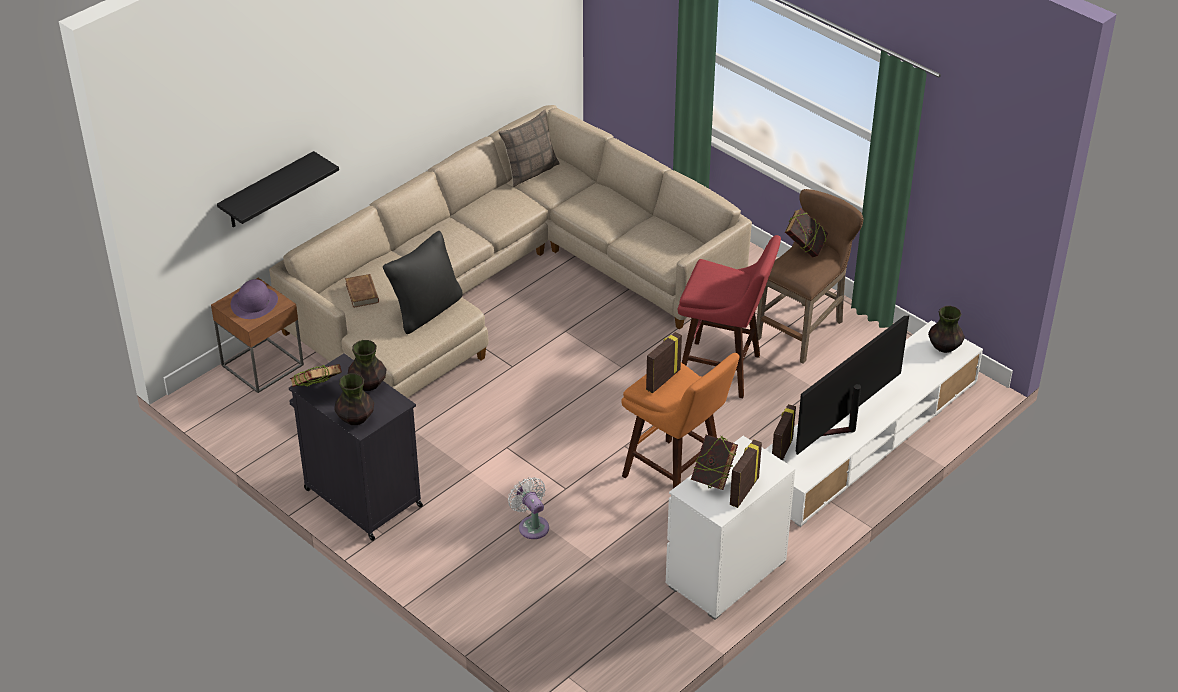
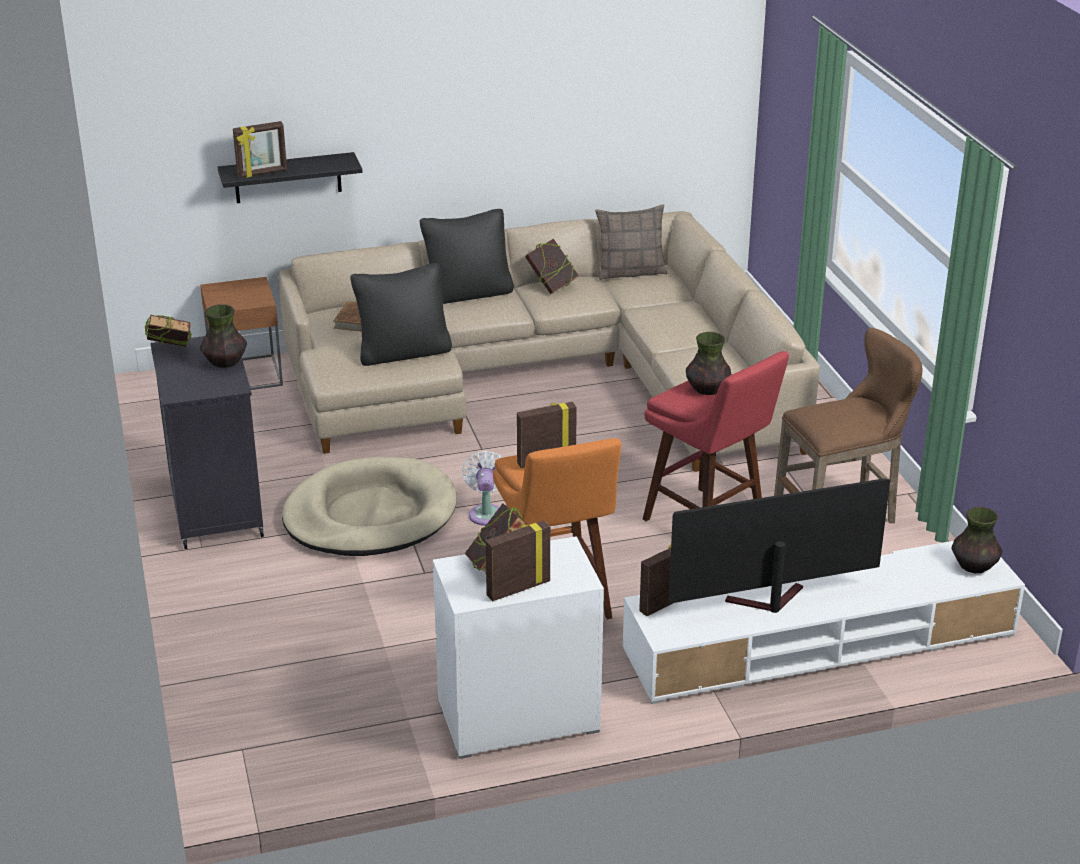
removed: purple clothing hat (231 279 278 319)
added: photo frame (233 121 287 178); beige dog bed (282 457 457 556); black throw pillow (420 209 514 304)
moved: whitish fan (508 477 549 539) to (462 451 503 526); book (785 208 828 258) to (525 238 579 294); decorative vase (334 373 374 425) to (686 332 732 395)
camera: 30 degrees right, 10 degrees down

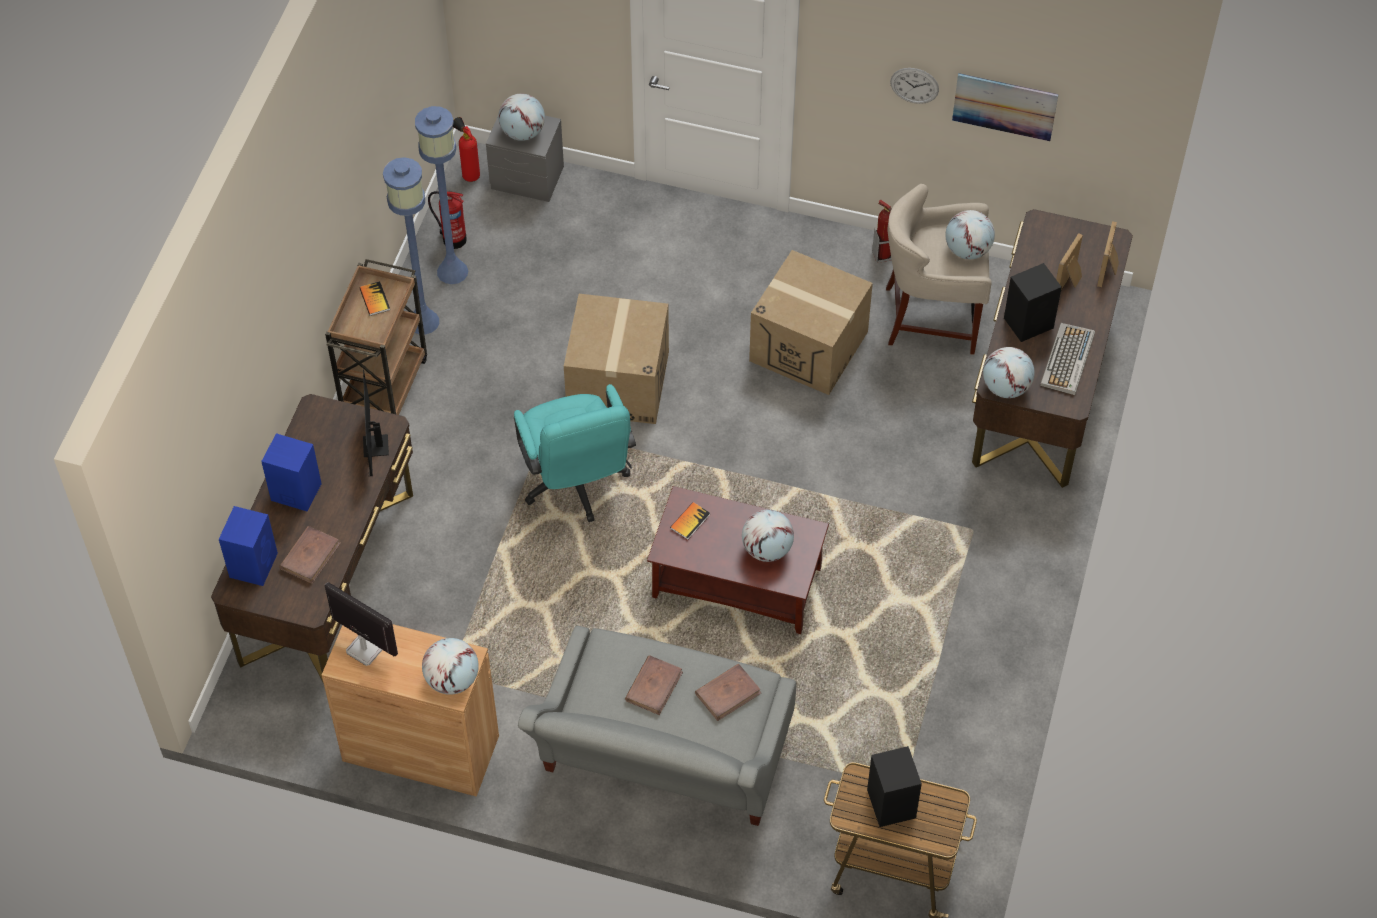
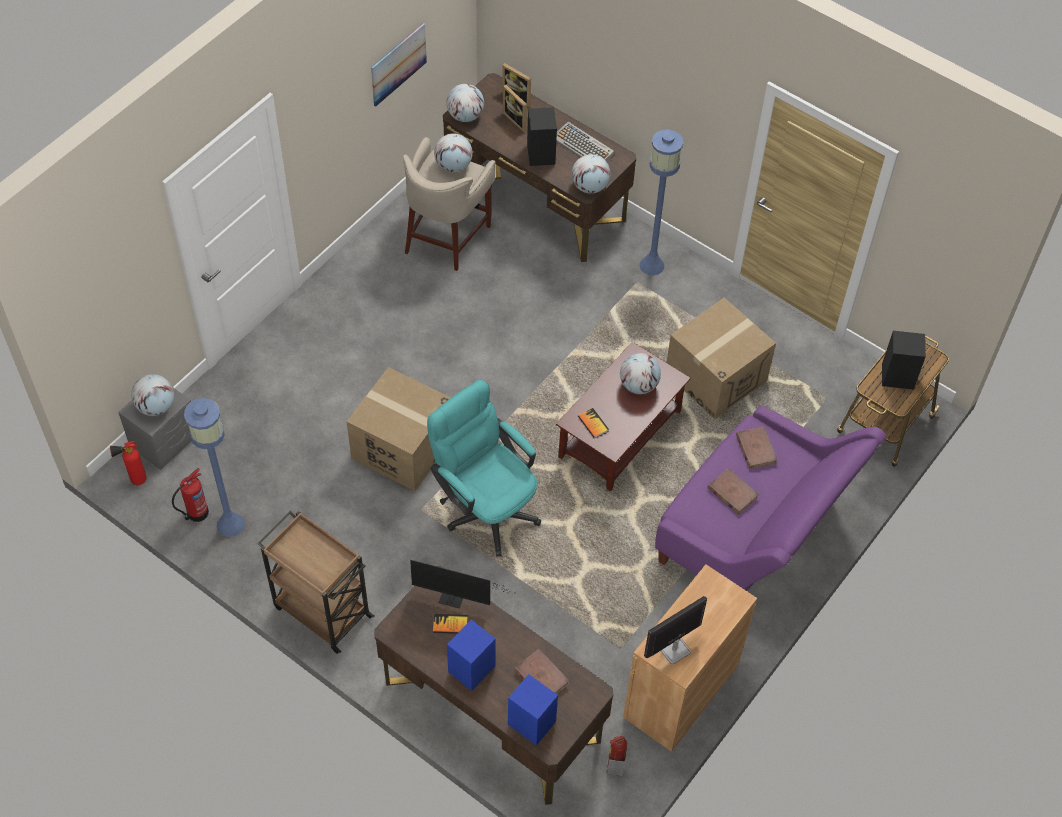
removed: clock on the wall (890 68 939 104)
moved: book (359 281 390 316) to (433 614 468 634); globe (422 638 479 695) to (446 84 484 122); extinguisher (872 199 892 263) to (606 735 627 776); bluish standard lamp (383 157 439 335) to (639 130 683 275); carton (749 250 873 395) to (666 298 776 419)
recoloured: gray couch (518 626 796 826) to purple couch (655 406 887 591)
turned: blue-green desk chair (514 384 636 522) = (427 380 541 557) 135 degrees counterclockwise
camera: 70 degrees left, 0 degrees up

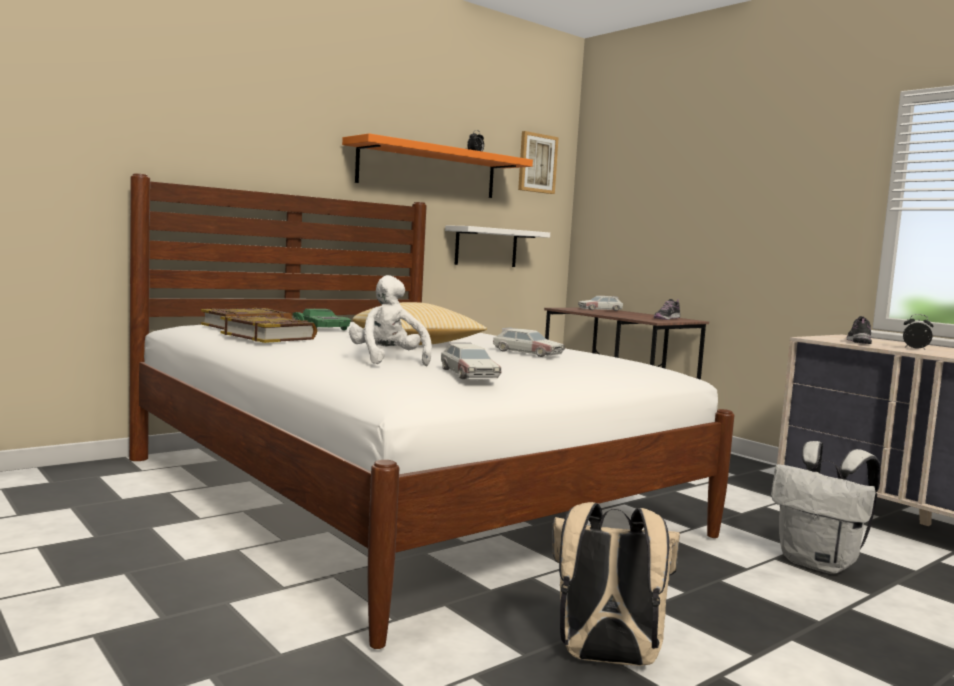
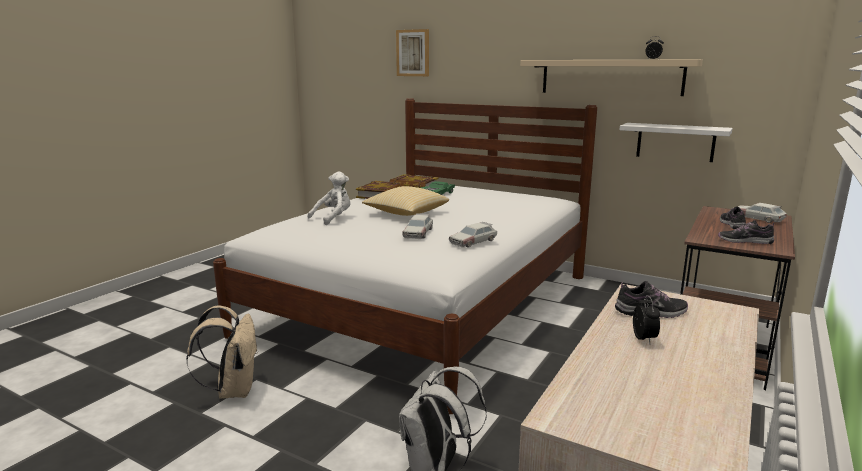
added: low shoe (720 207 746 229)
moved: picture (518 131 559 194) to (396 29 429 76); toy car (441 342 502 379) to (449 222 497 248)
recoloured: orange-coloured bracket shelf (342 133 533 198) to beige bracket shelf (520 60 703 96)
camera: 70 degrees right, 10 degrees up

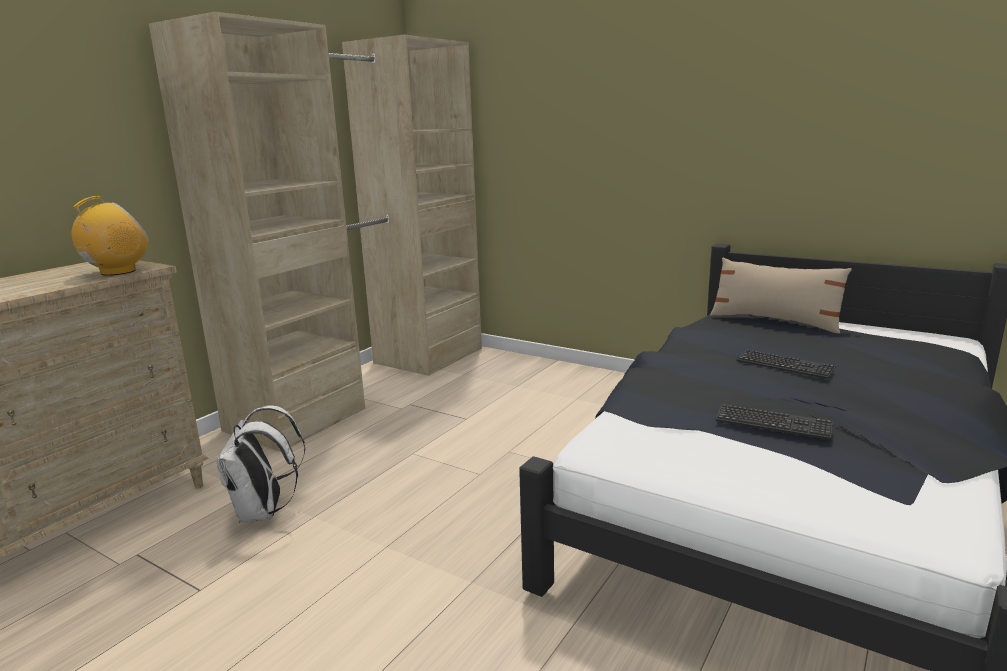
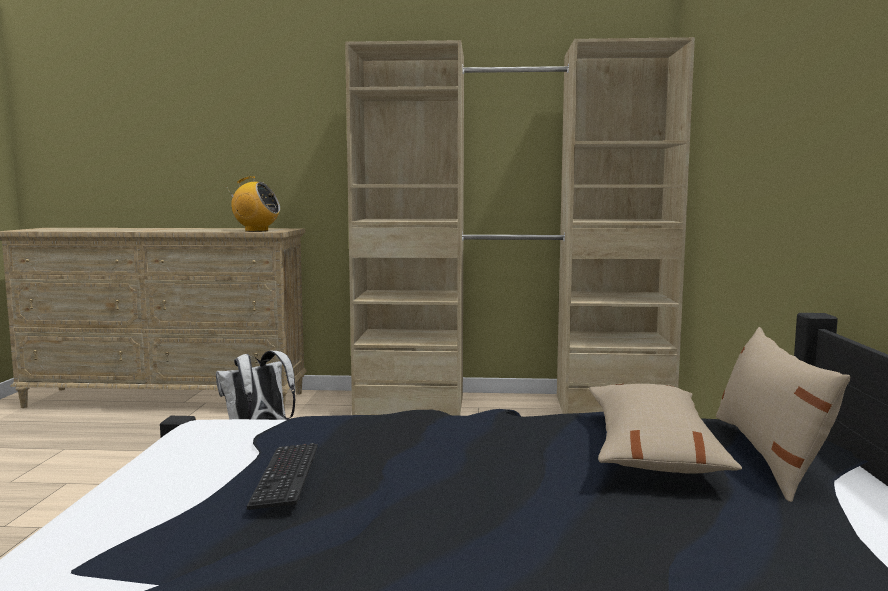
removed: keyboard (736 349 836 379)
added: beige throw pillow (589 384 742 474)
camera: 60 degrees right, 10 degrees down

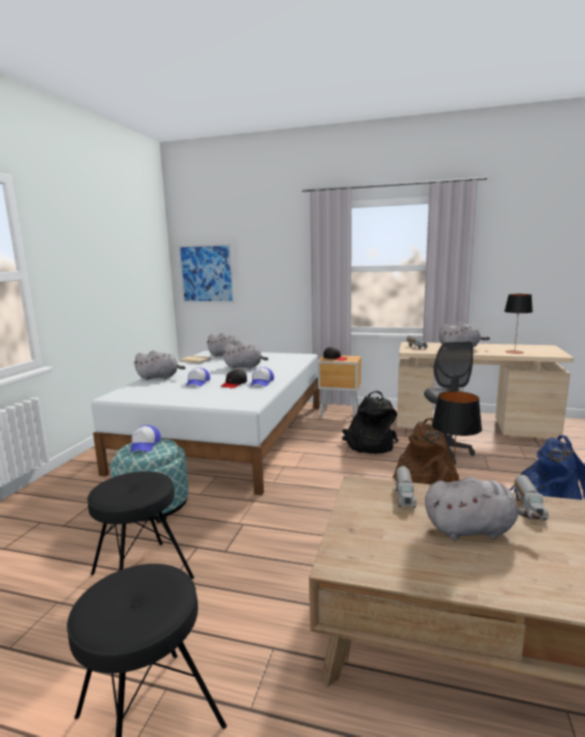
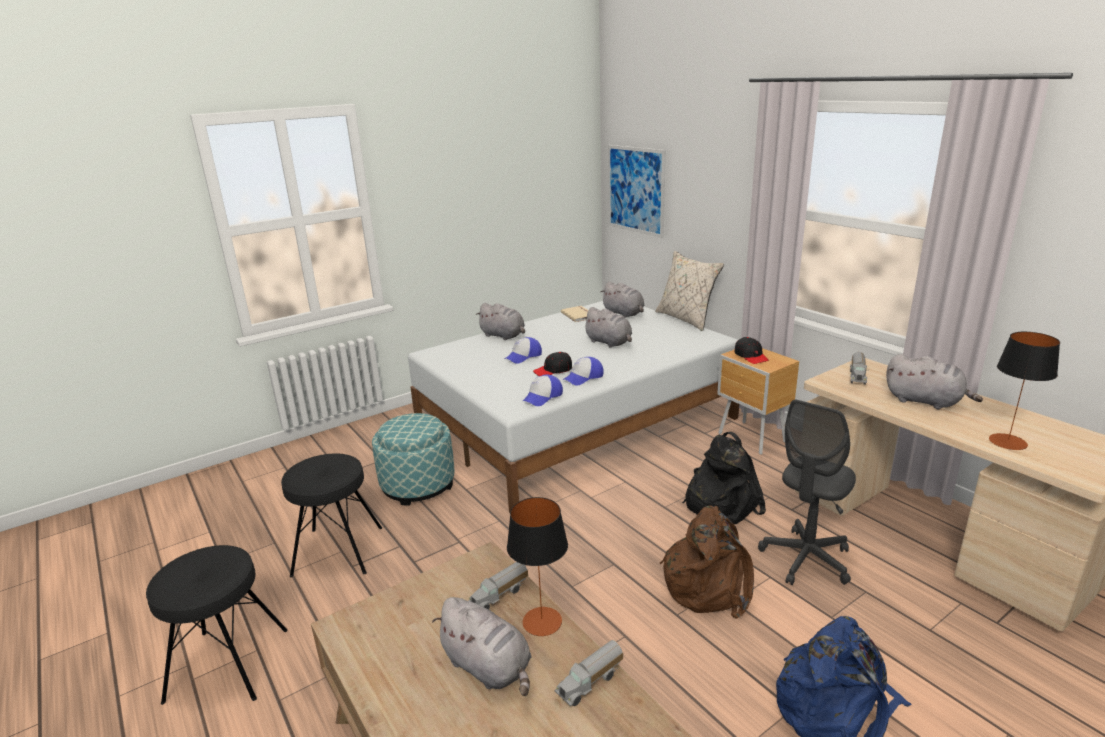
added: beige throw pillow (655 251 724 331)
moved: cap (130 425 161 453) to (523 374 563 406)
camera: 40 degrees right, 10 degrees up

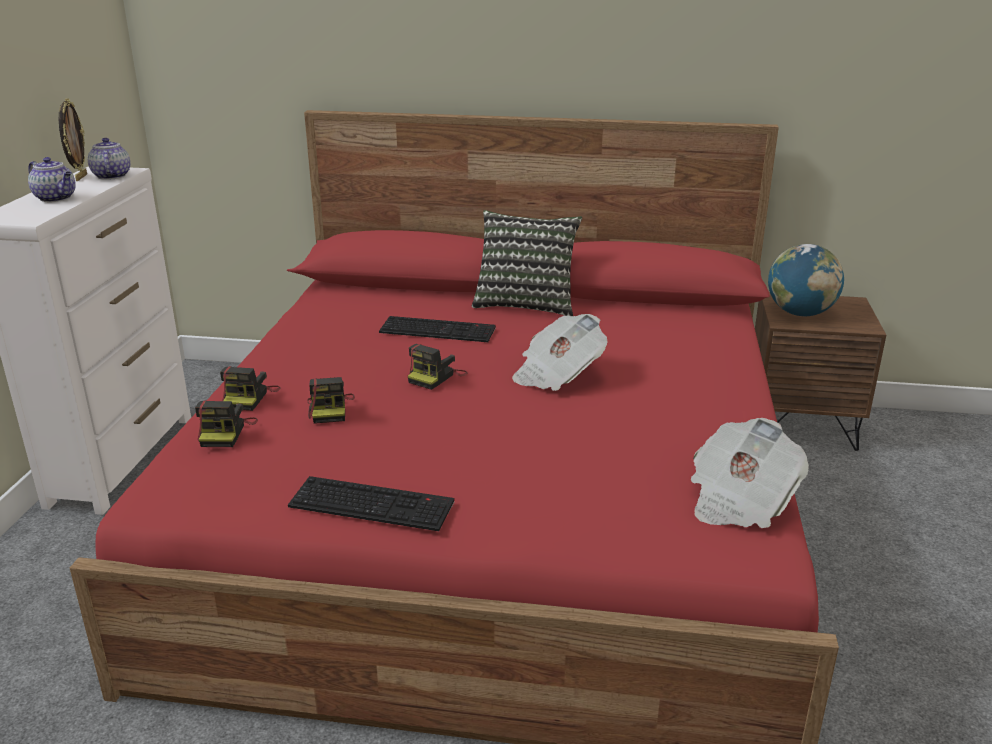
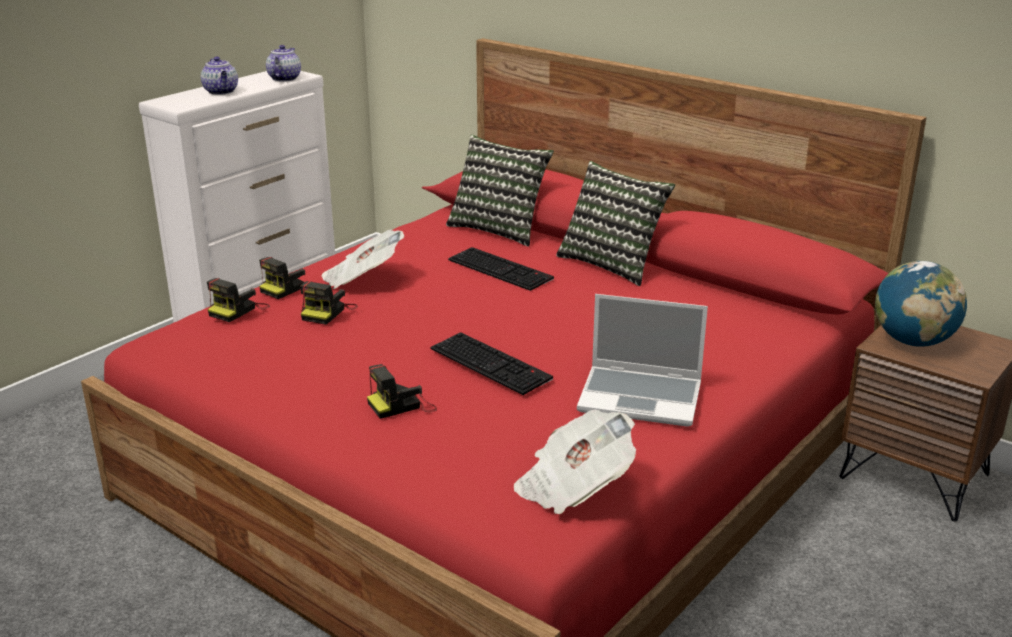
removed: photo frame (59 98 87 181)
added: throw pillow (446 135 554 247); laptop (577 294 708 427)
moved: newspaper (512 314 607 391) to (321 229 404 289); still camera (408 344 467 390) to (367 364 437 419); keyboard (288 476 455 531) to (431 332 553 395)
camera: 30 degrees right, 0 degrees up

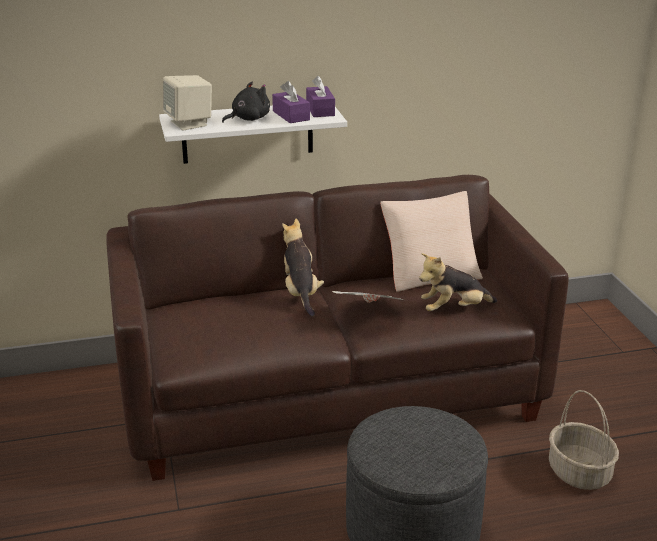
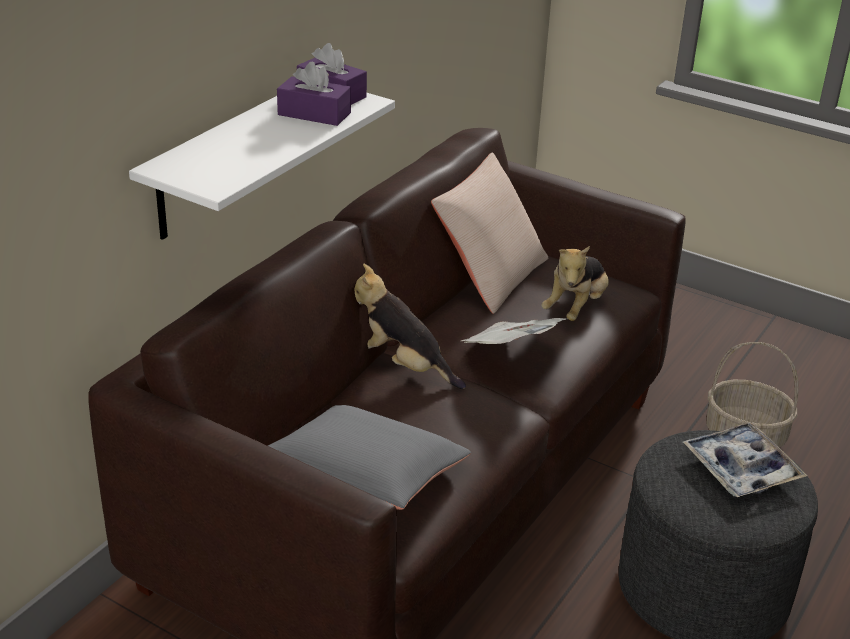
removed: beige loudspeaker (163 75 212 131); black soft toy (222 82 270 123)
added: gray throw pillow (268 405 471 510); tray (683 423 807 497)
camera: 45 degrees left, 5 degrees up

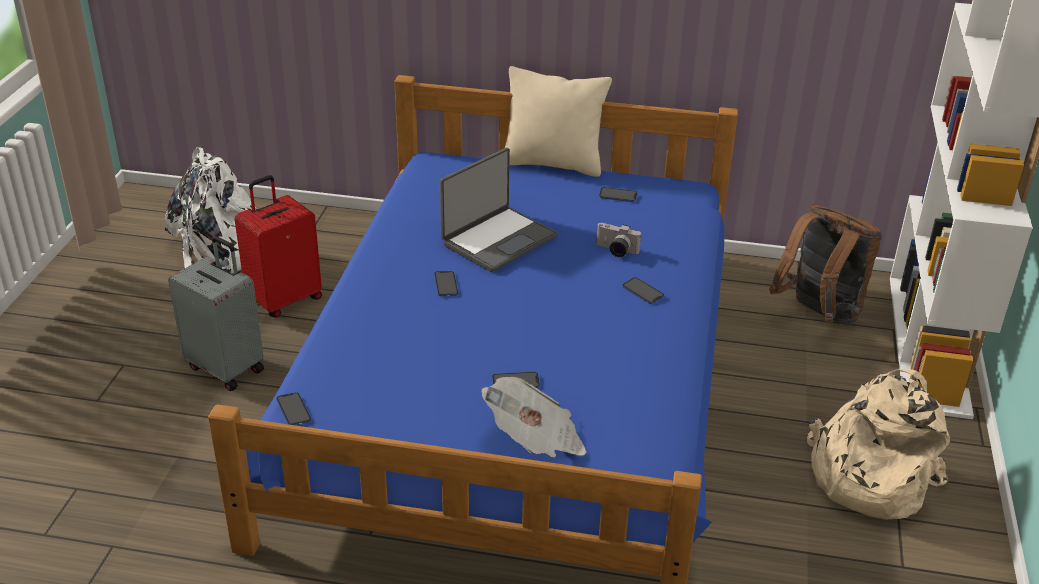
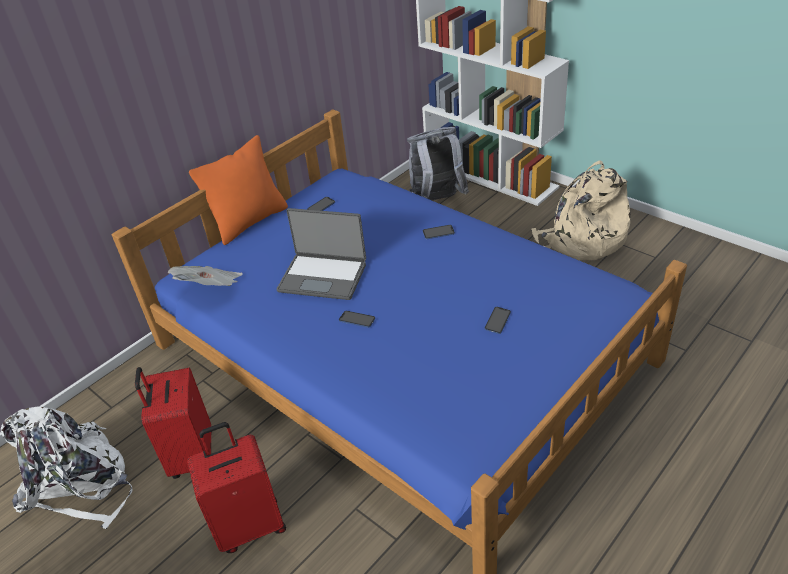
removed: telephone (276 392 311 425); still camera (596 223 641 257)
moved: newspaper (482 377 587 458) to (168 266 243 286)
recoloured: gray suitcase (168 236 264 391) to reddish suitcase (187 422 286 553); beige throw pillow (505 66 612 177) to orange-coloured throw pillow (189 135 288 245); brown backpack (769 204 882 325) to gray backpack (407 127 469 200)
turned: laptop (440 148 557 272) = (277 208 366 300) 120 degrees clockwise
camera: 55 degrees left, 5 degrees up

